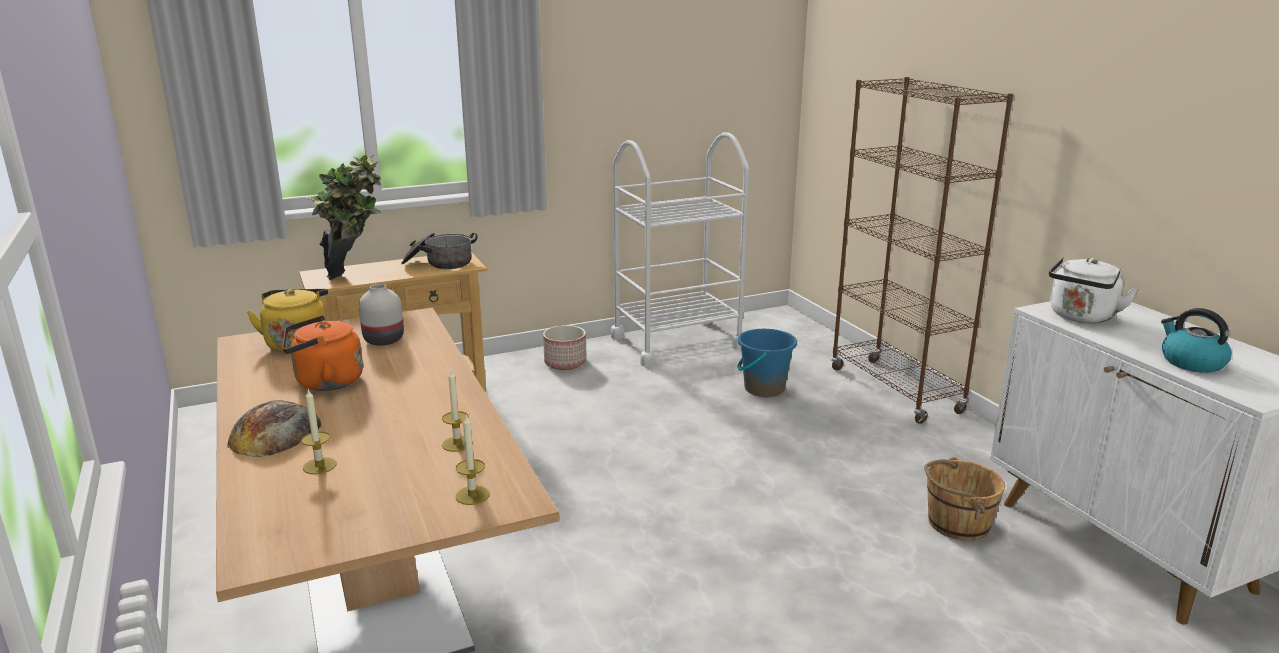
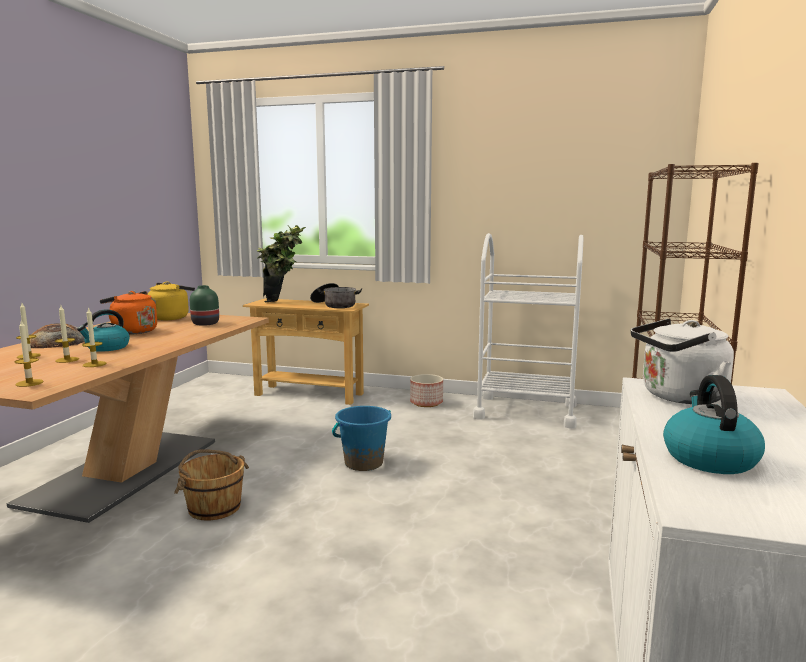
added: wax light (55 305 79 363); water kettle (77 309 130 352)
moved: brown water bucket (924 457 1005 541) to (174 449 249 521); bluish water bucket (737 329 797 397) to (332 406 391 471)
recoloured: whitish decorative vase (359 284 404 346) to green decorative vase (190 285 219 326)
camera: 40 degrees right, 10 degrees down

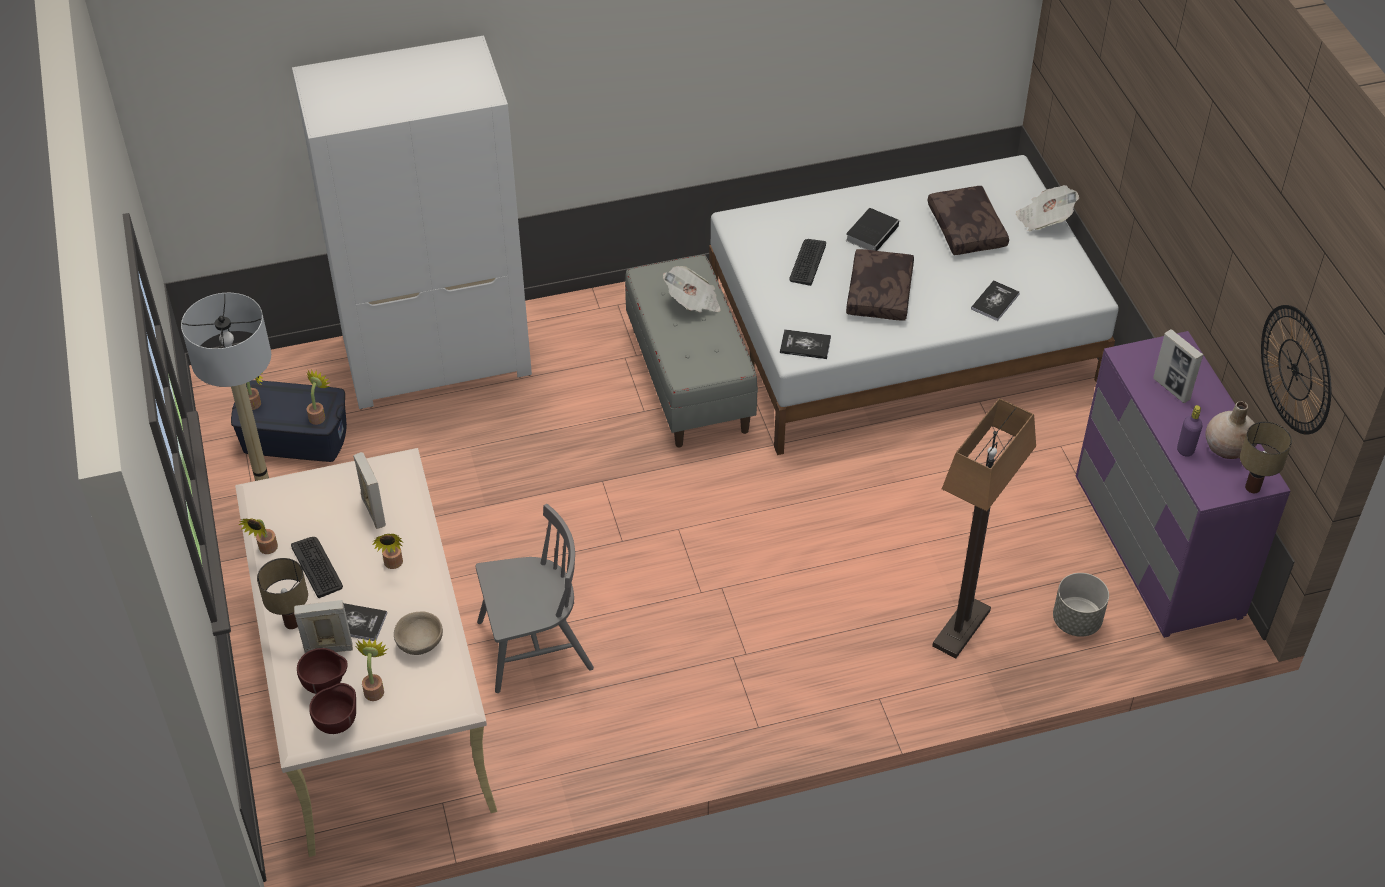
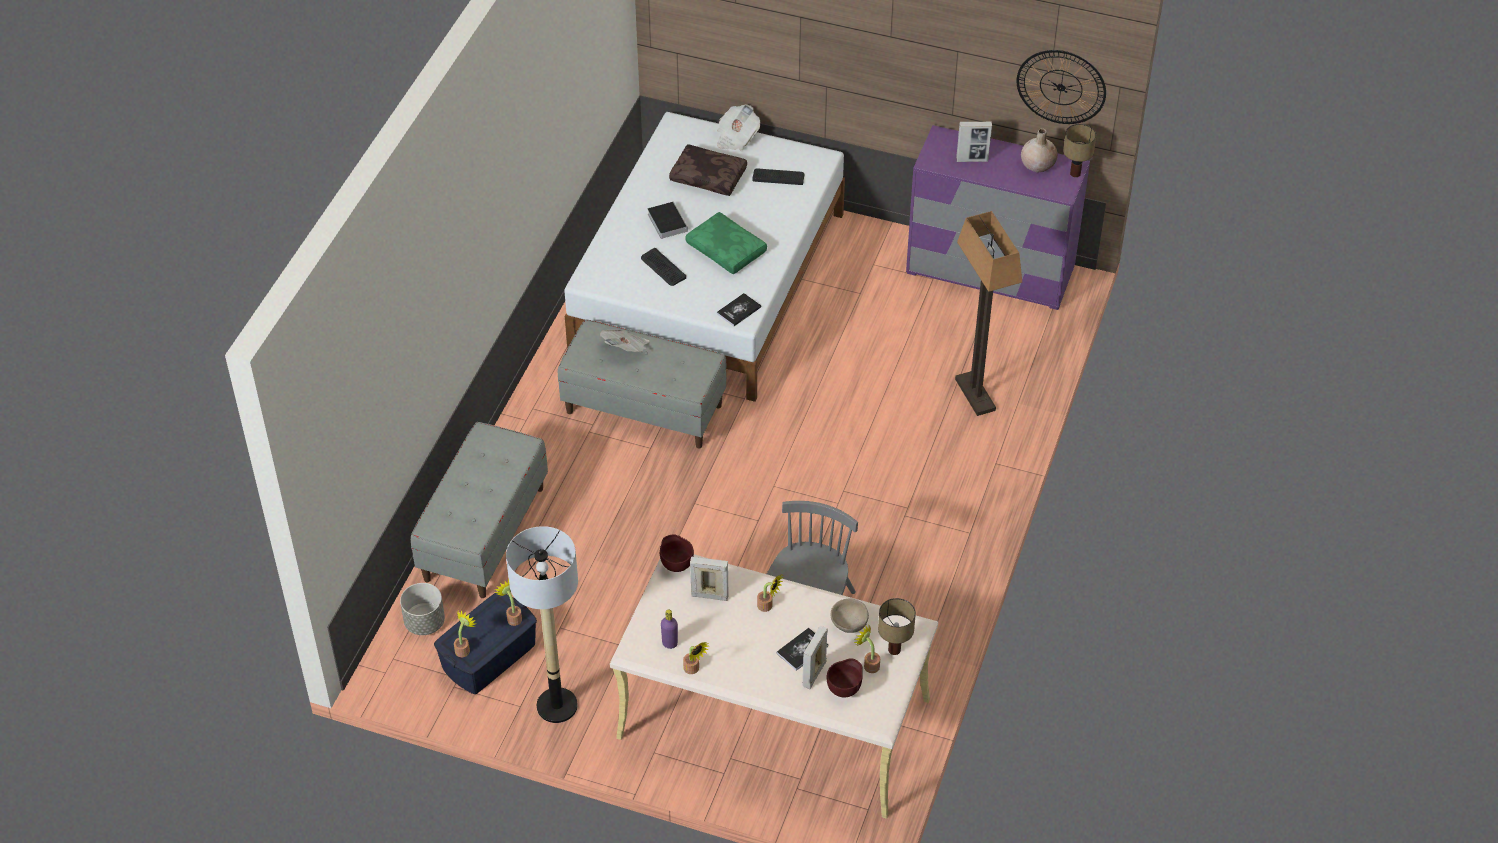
removed: book (971 280 1020 321)
moved: gray planter (1053 573 1109 637) to (400 583 445 635); brown bowl (309 683 356 734) to (660 534 694 572); purple beverage bottle (1177 405 1202 457) to (661 609 678 649); keyboard (291 537 343 598) to (753 168 804 185); lamp for a table (257 558 308 629) to (878 598 916 655)
replaced: whitish armoire (292 36 532 409) to gray bench (411 422 548 598)
recoloured: brown throw pillow (846 249 914 321) to green throw pillow (686 212 767 274)
camera: 55 degrees left, 0 degrees up

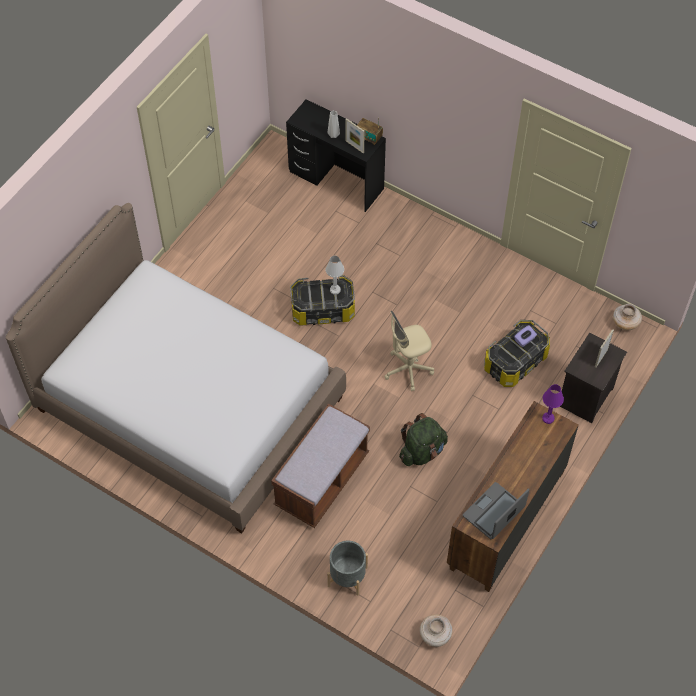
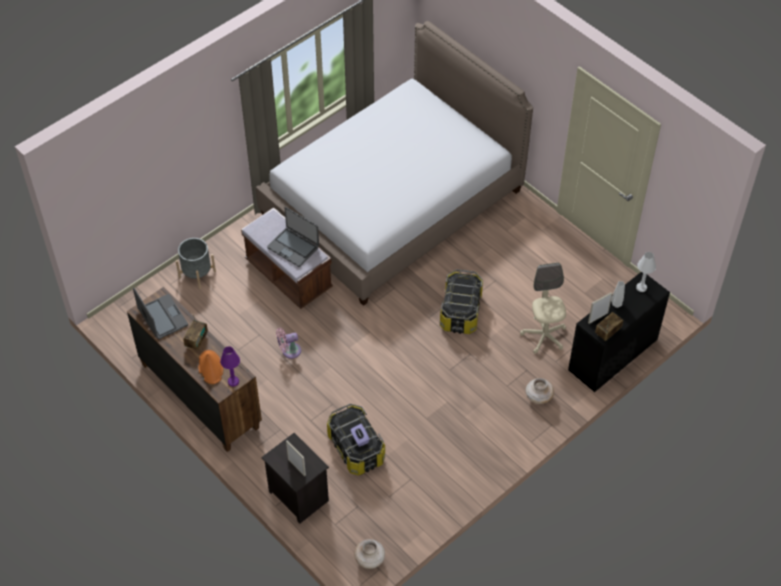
added: radio set (183 314 208 350); orange-coloured clothing hat (198 350 223 384); laptop (267 207 319 267)
moved: beige desk chair (384 311 434 391) to (520 263 566 354); beige decorative vase (420 614 453 647) to (526 378 554 404); whitish lamp for a table (326 256 344 295) to (636 252 656 292)
replaced: green backpack (399 413 448 466) to pink fan (276 328 301 359)
camera: 105 degrees right, 5 degrees down

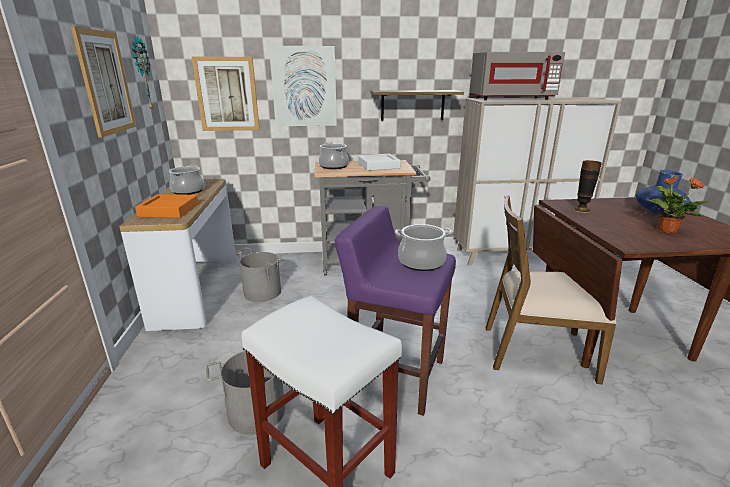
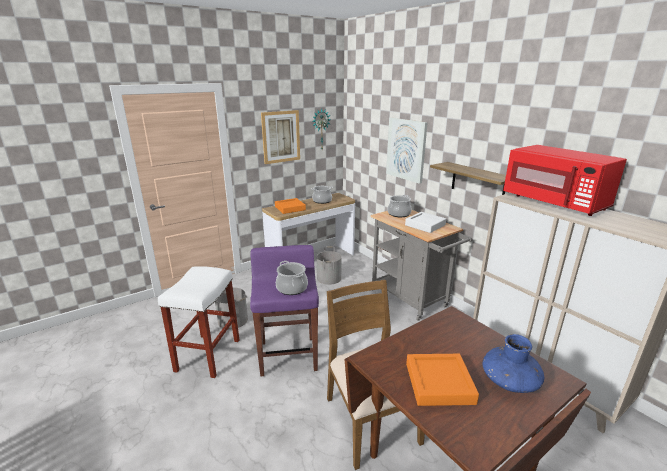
removed: picture (192 57 260 131); decorative vase (572 160 602 213)
replaced: plant in a pot (645 176 710 233) to orange-coloured tray (406 354 479 406)
recoloured: gray kitchen microwave (469 52 565 100) to reddish kitchen microwave (503 145 627 216)
camera: 60 degrees right, 0 degrees up

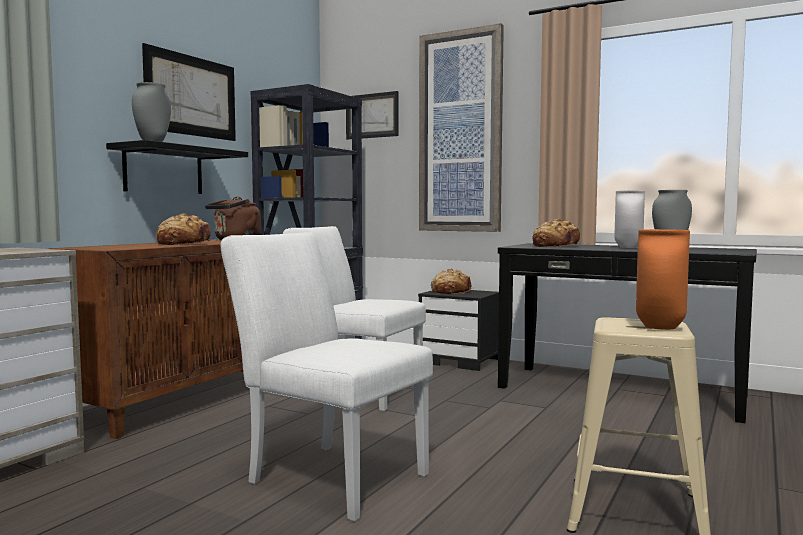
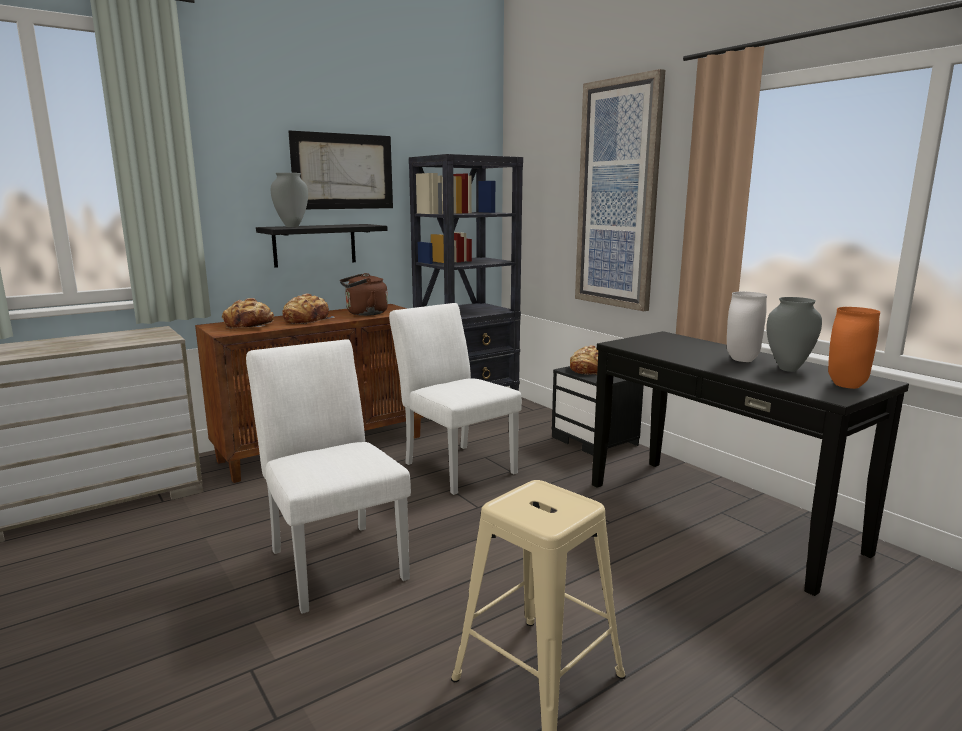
removed: picture (346 91 399 139)
moved: bakery bread (533 219 586 248) to (222 298 274 329); orange-coloured decorative vase (636 229 690 330) to (828 307 880 389)
camera: 25 degrees right, 10 degrees up

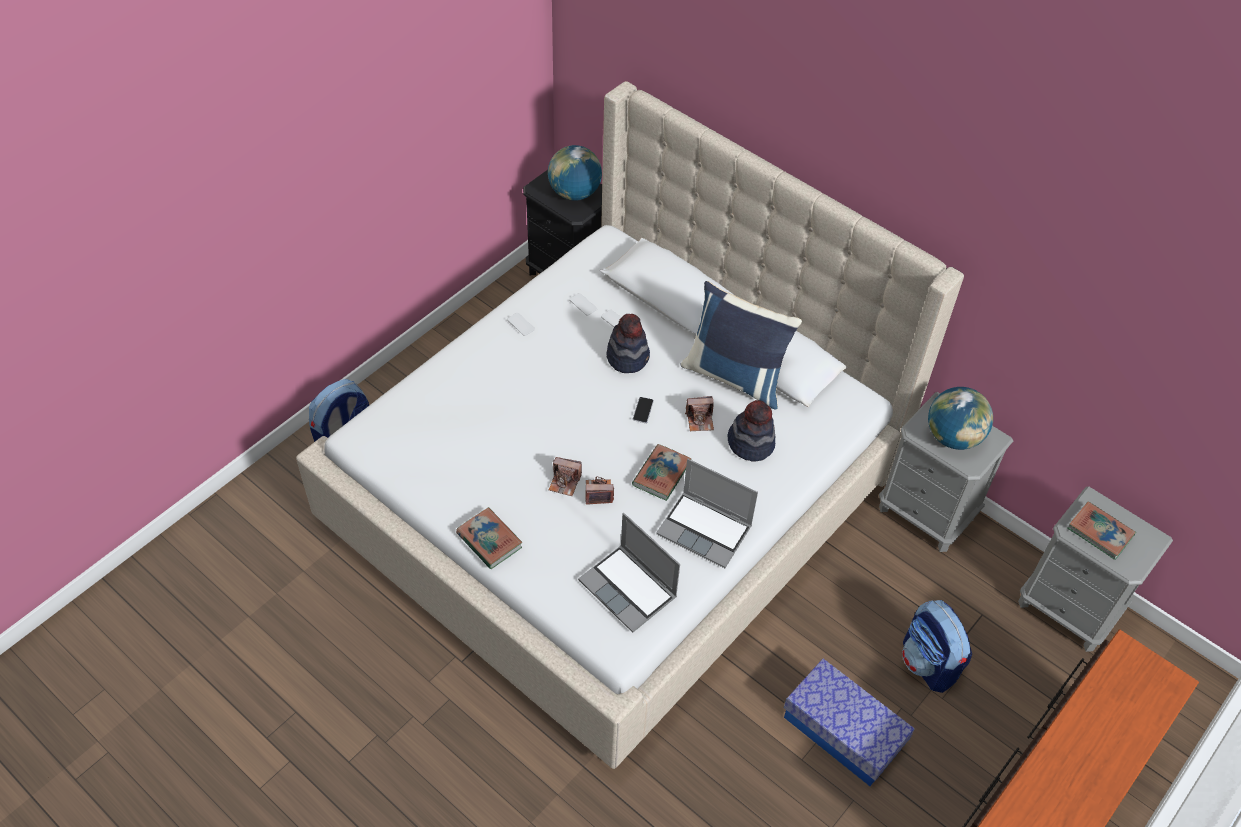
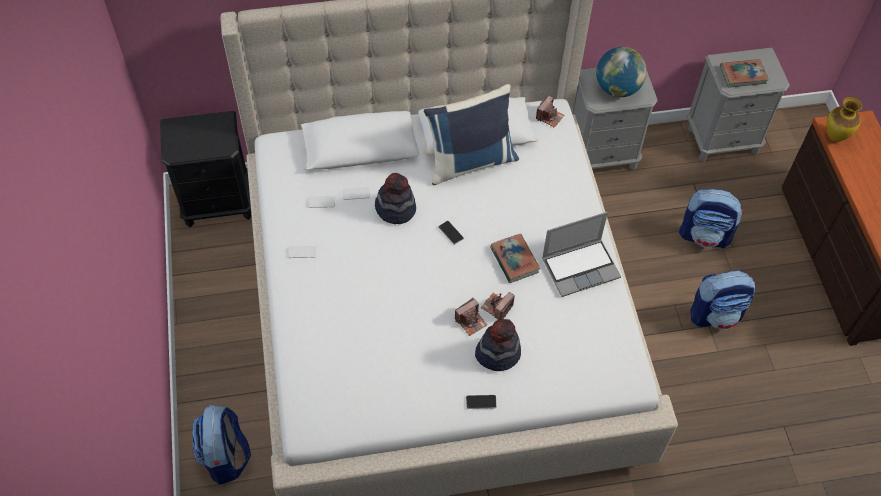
removed: globe (548 145 602 200); laptop (578 513 680 633)
added: decorative vase (827 97 862 142)
moved: clothing hat (728 400 775 462) to (475 319 521 371); still camera (685 396 714 431) to (536 95 564 128)
replaced: book (456 507 523 569) to telephone (466 395 497 409); storage bin (784 659 915 786) to backpack (690 271 756 330)
camera: 50 degrees left, 5 degrees up

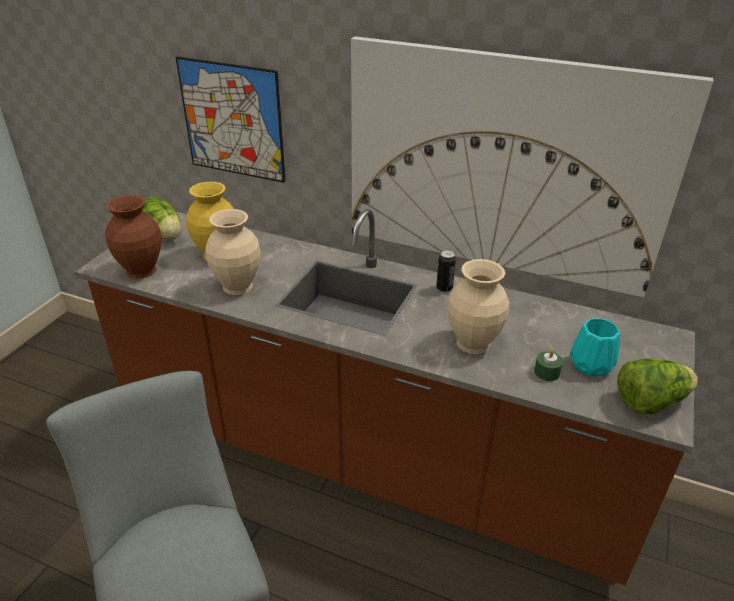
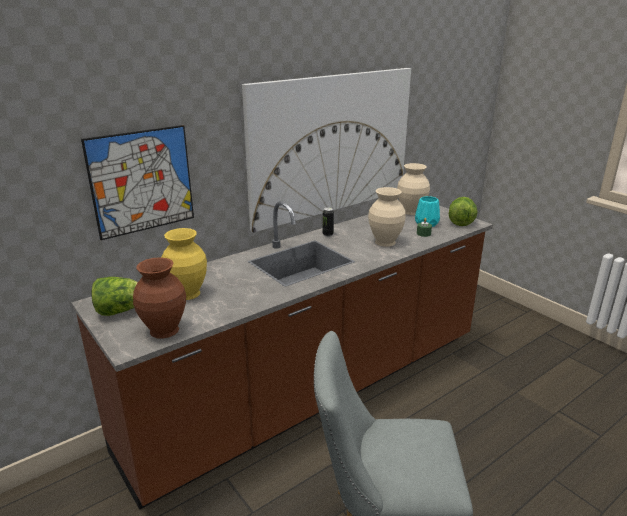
moved: beige decorative vase (205 209 261 295) to (397 163 430 215)
camera: 60 degrees left, 10 degrees down

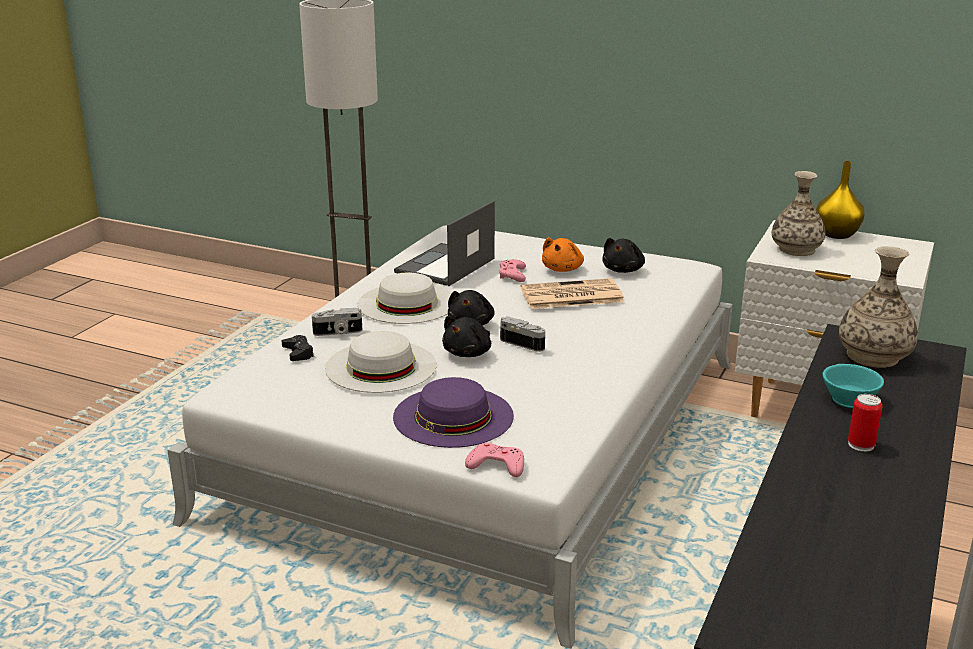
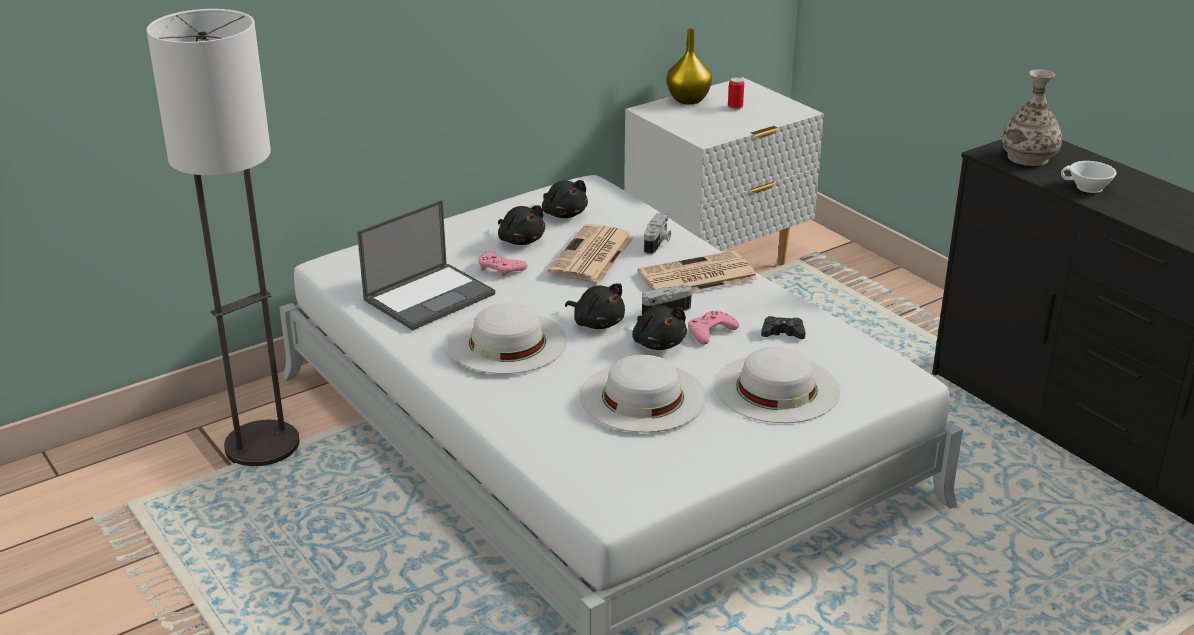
removed: decorative vase (772 171 825 256)
added: newspaper (638 251 758 292)
moved: still camera (312 308 362 336) to (644 213 671 254); pink joypad (465 442 524 477) to (688 311 739 345); sealed can (848 394 883 452) to (728 77 744 110); black joypad (282 335 314 361) to (761 316 806 339)
recoloured: orange-coloured soft toy (542 237 584 272) to black soft toy (498 205 545 245); purple clothing hat (393 377 514 448) to whitish clothing hat (714 347 840 423); blue-green cup (823 364 884 408) to whitish cup (1061 161 1117 193)
turned: laptop (394 201 495 286) = (357 200 495 330) 105 degrees counterclockwise
camera: 60 degrees left, 5 degrees up

